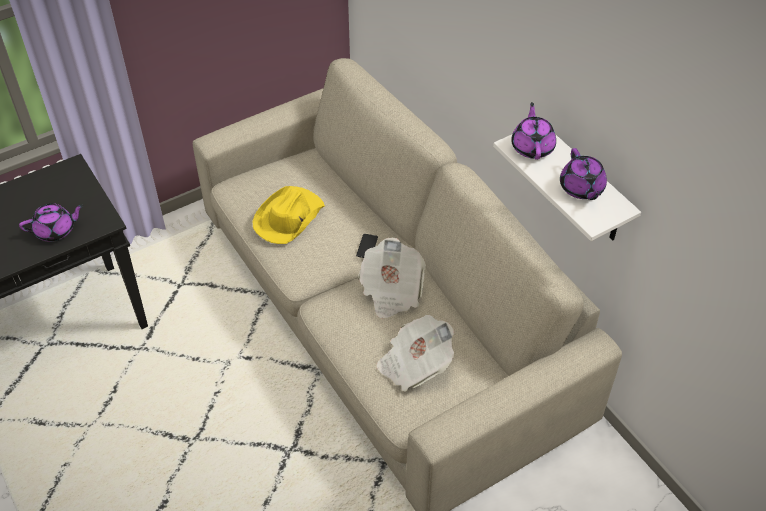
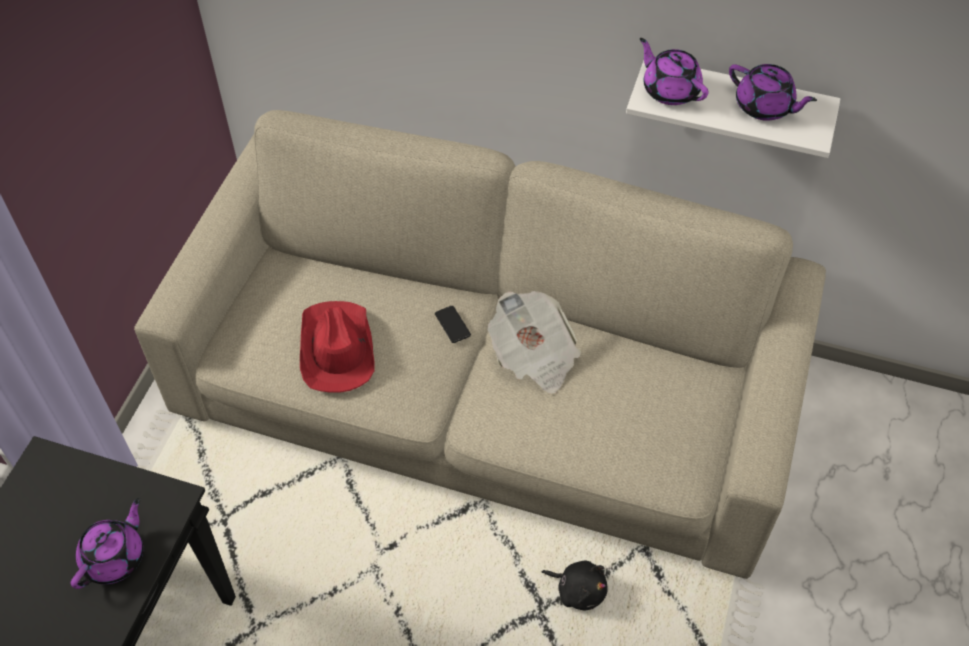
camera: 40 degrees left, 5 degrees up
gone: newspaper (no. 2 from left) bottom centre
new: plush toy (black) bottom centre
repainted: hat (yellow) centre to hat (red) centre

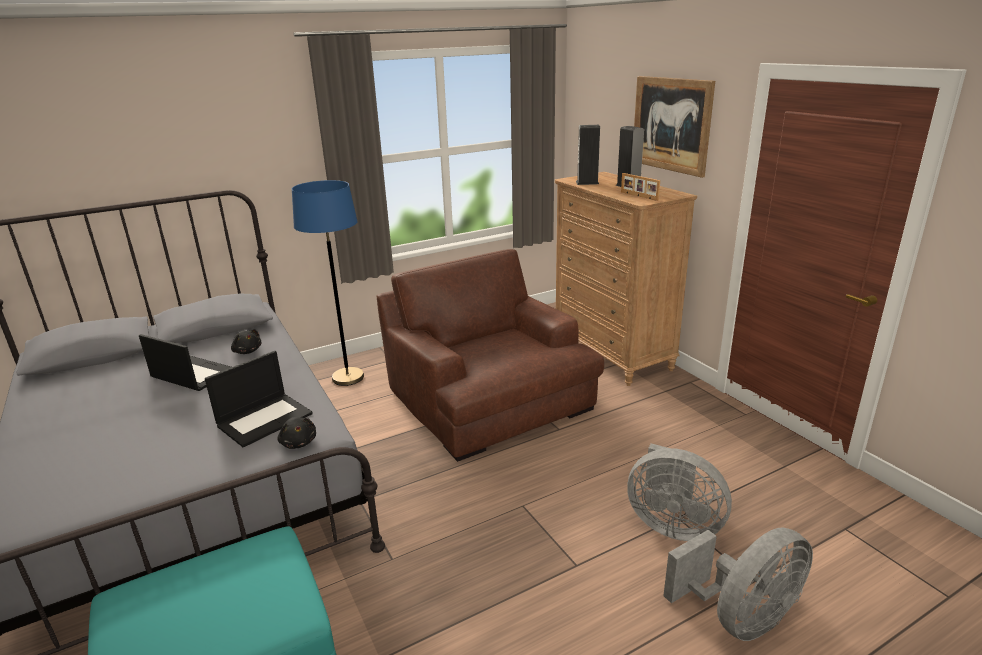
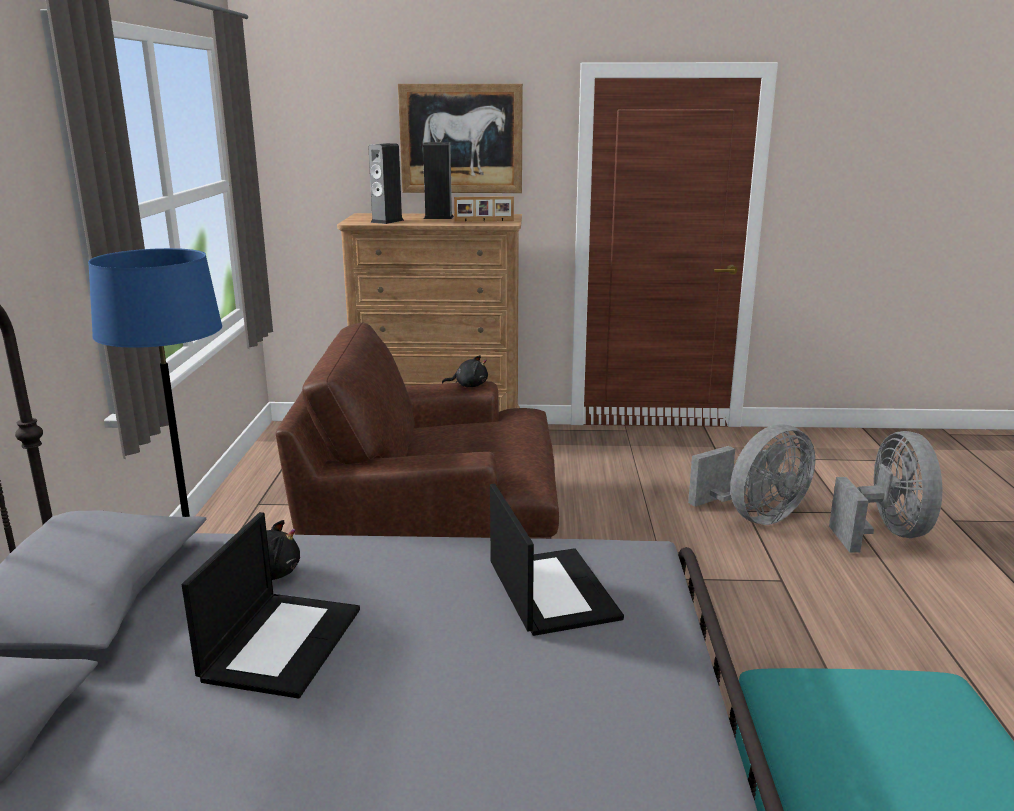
camera: 60 degrees left, 5 degrees down
shifted: plush toy (black) (no. 2 from left) middle left to centre
rotated: laptop (no. 1 from left) middle left = bottom left 135 degrees clockwise

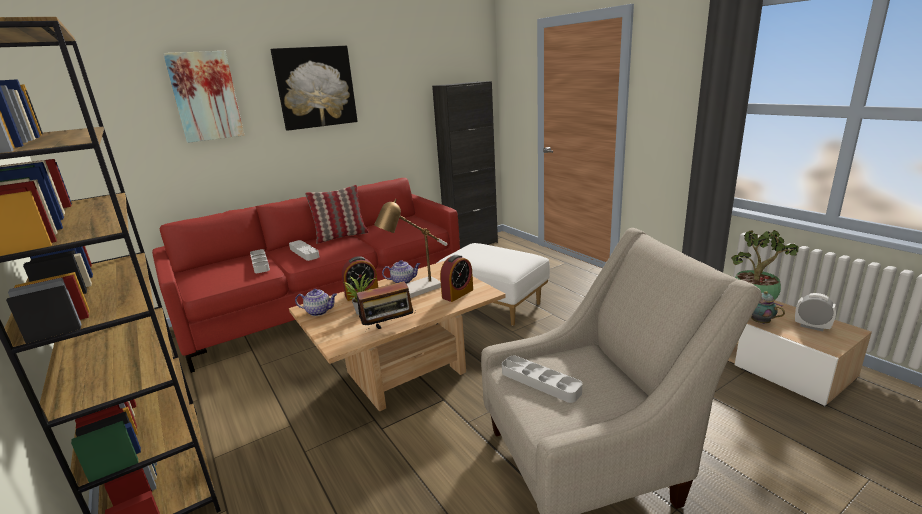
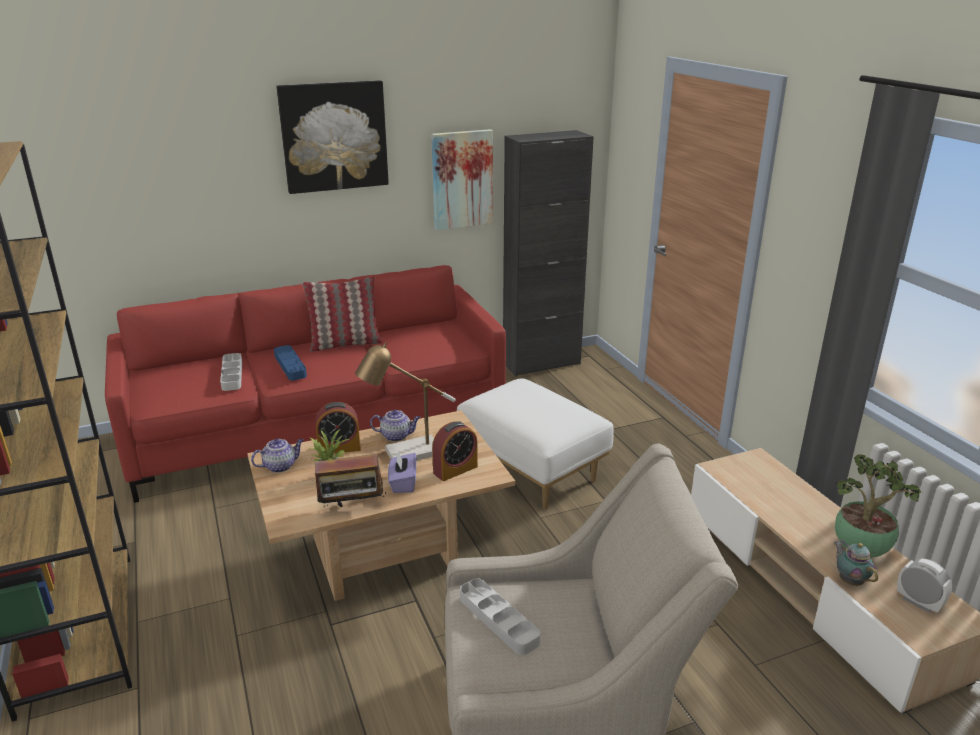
camera: 10 degrees right, 5 degrees up
new: tissue box (purple) centre
shifted: picture (no. 1 from left in the first image) top left to picture (no. 2 from left) top centre
repainted: tray (grey) (no. 2 from left) middle left to tray (blue) middle left
rotated: teapot (no. 1 from left) centre = middle left 45 degrees counterclockwise

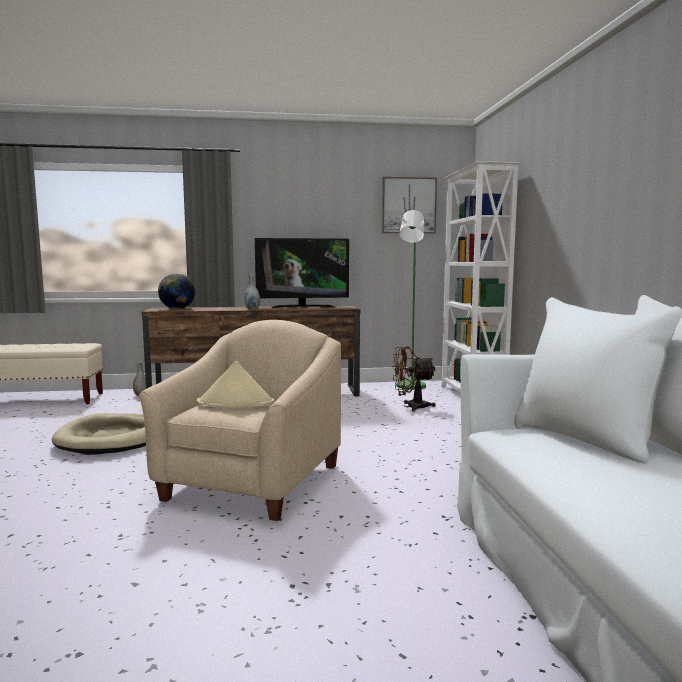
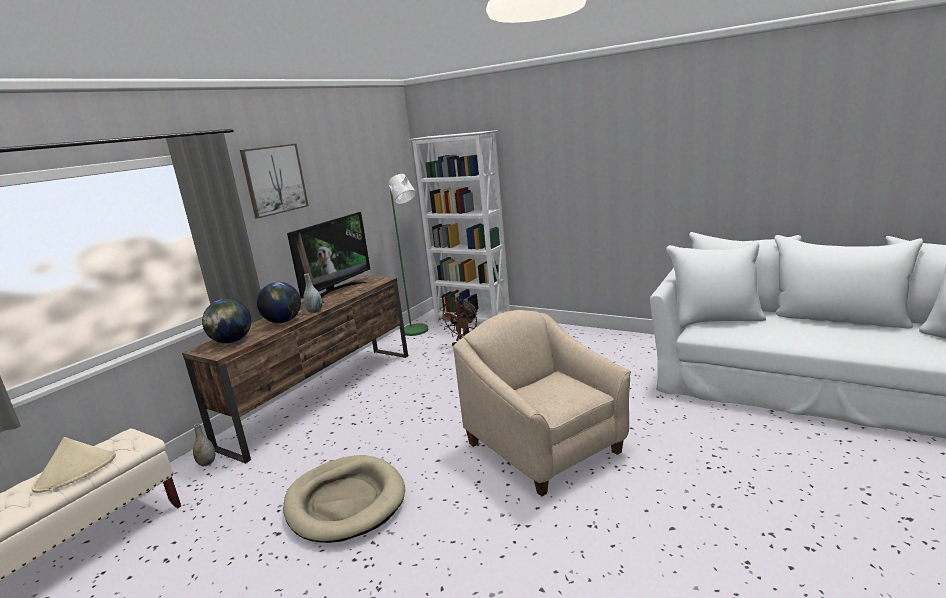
camera: 50 degrees left, 10 degrees up
new: globe (no. 2 from left) middle left
shifted: picture top centre to top left; hat (beige) centre to bottom left

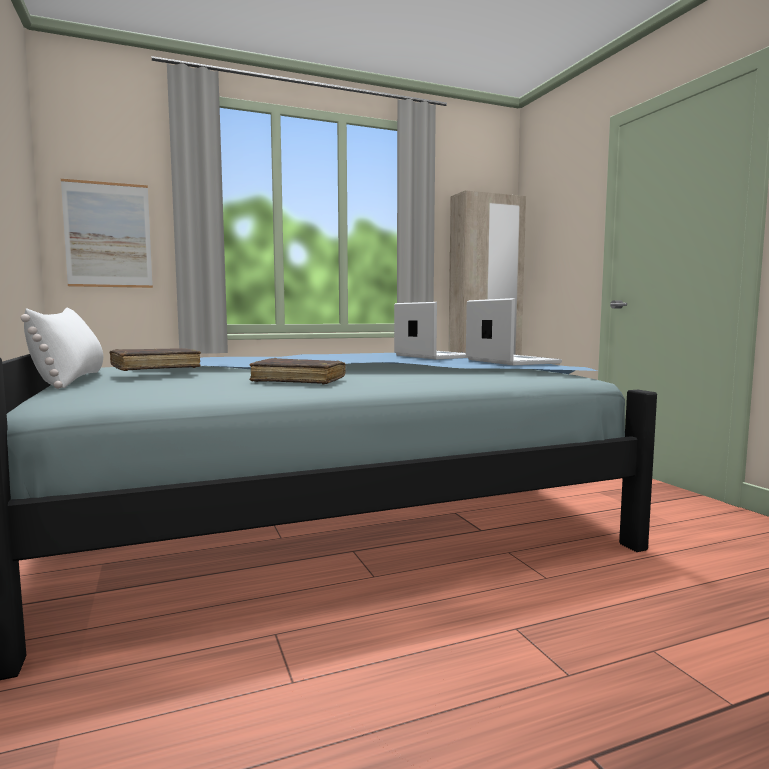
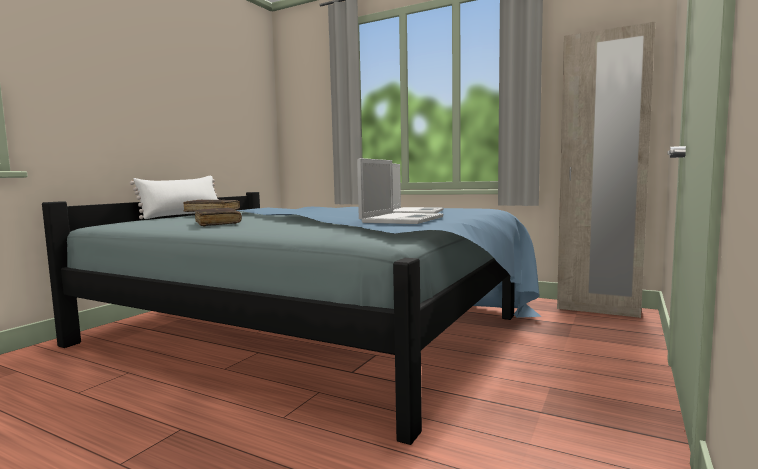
camera: 50 degrees right, 0 degrees up
gone: picture top left

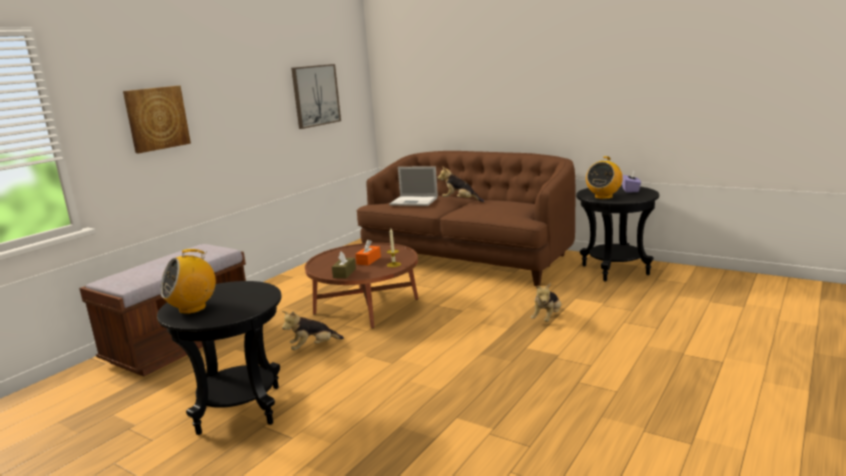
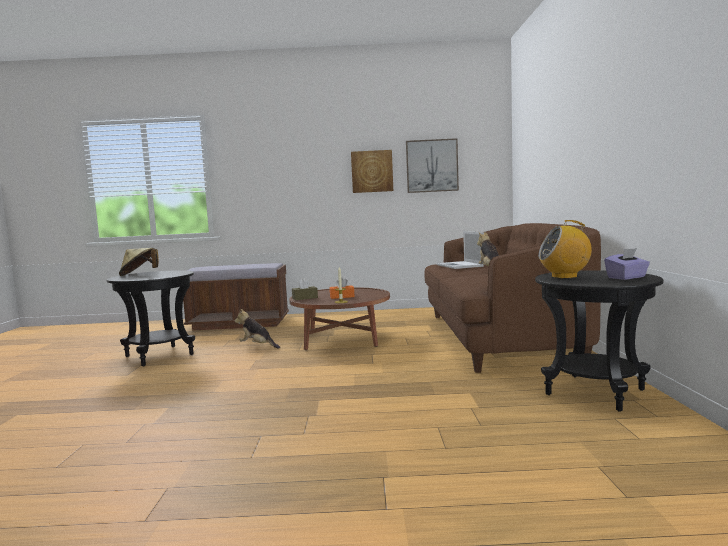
camera: 55 degrees right, 10 degrees down
gone: plush toy (no. 3 from left) centre
shifted: picture (no. 1 from left) top left to top centre
swapped: radio (no. 1 from left) middle left to hat (beige) middle left

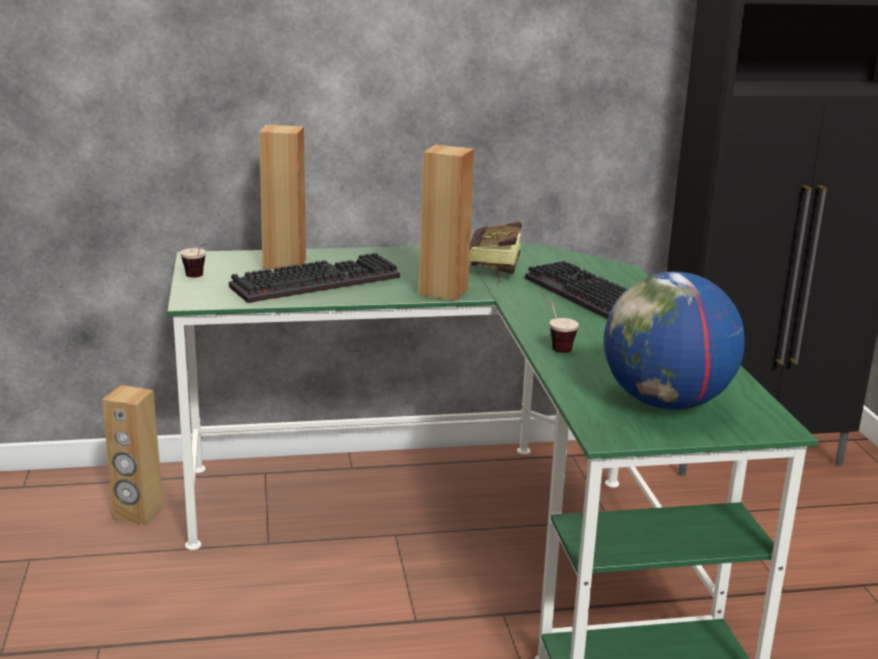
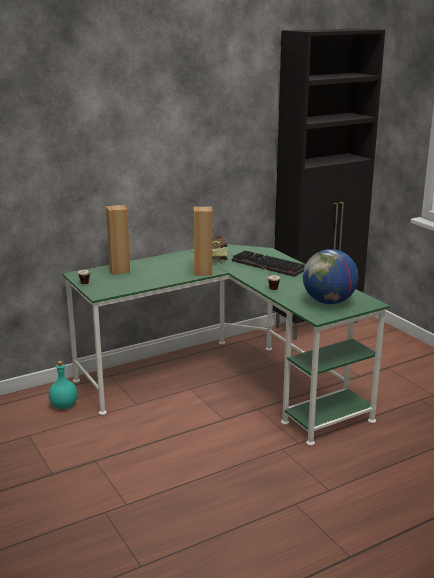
camera: 20 degrees left, 0 degrees up
gone: keyboard (no. 1 from left) centre
swapped: speaker (brown) (no. 1 from left) bottom left to bottle (turquoise) middle left

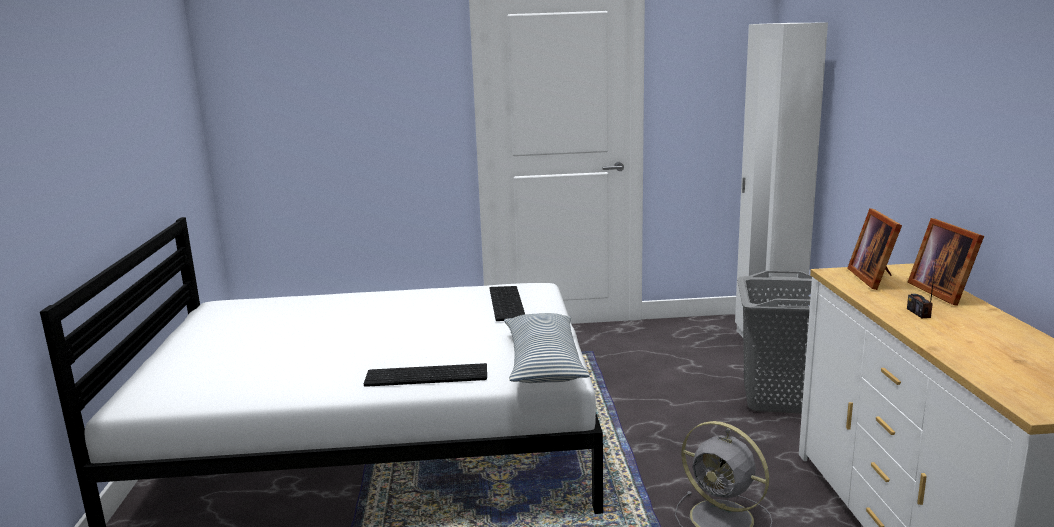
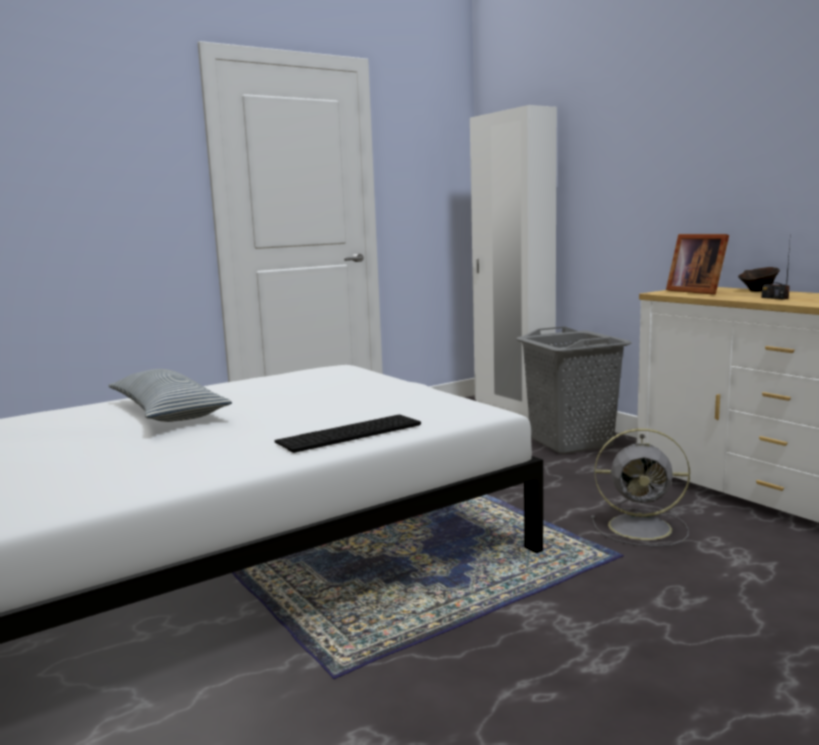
camera: 30 degrees left, 5 degrees down
gone: keyboard (no. 2 from left) centre
shifted: pillow centre to middle left
swapped: picture frame (no. 2 from left) middle right to bowl (brown) middle right

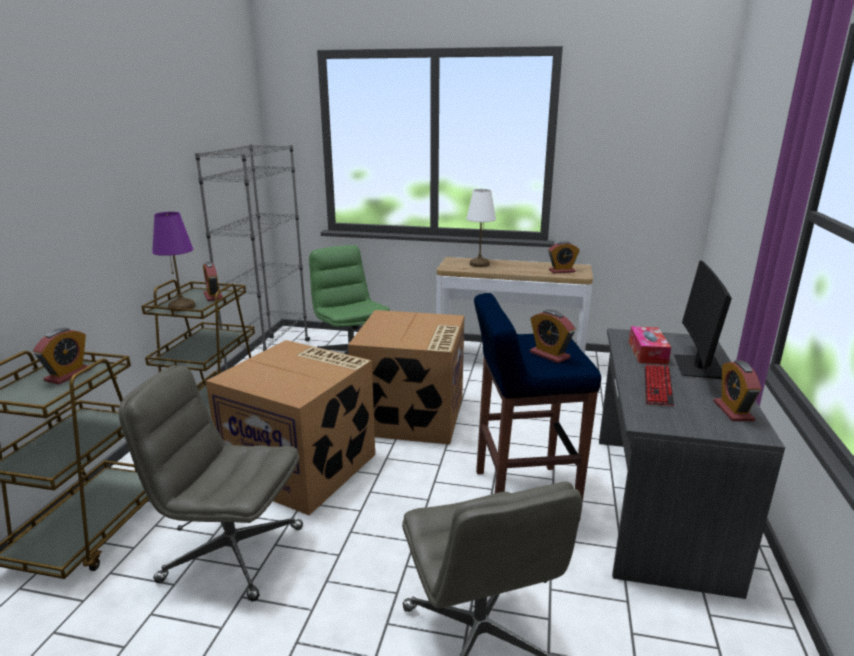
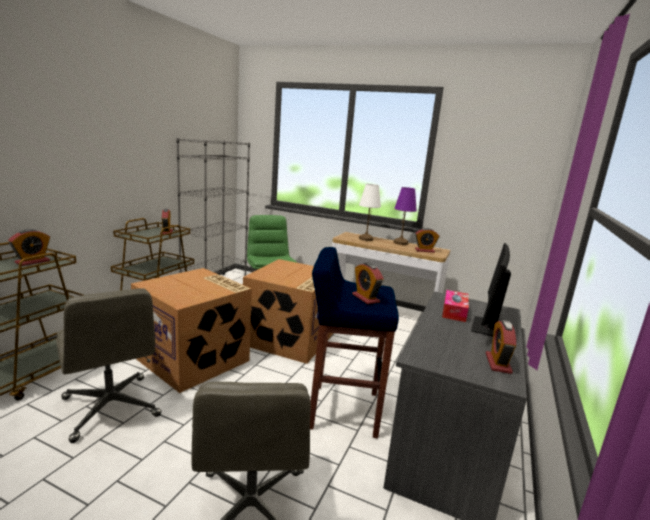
camera: 10 degrees right, 5 degrees down
gone: keyboard middle right
shifted: table lamp (purple) middle left to centre
rotated: office chair (grey) (no. 1 from left) bottom left = bottom left 150 degrees counterclockwise

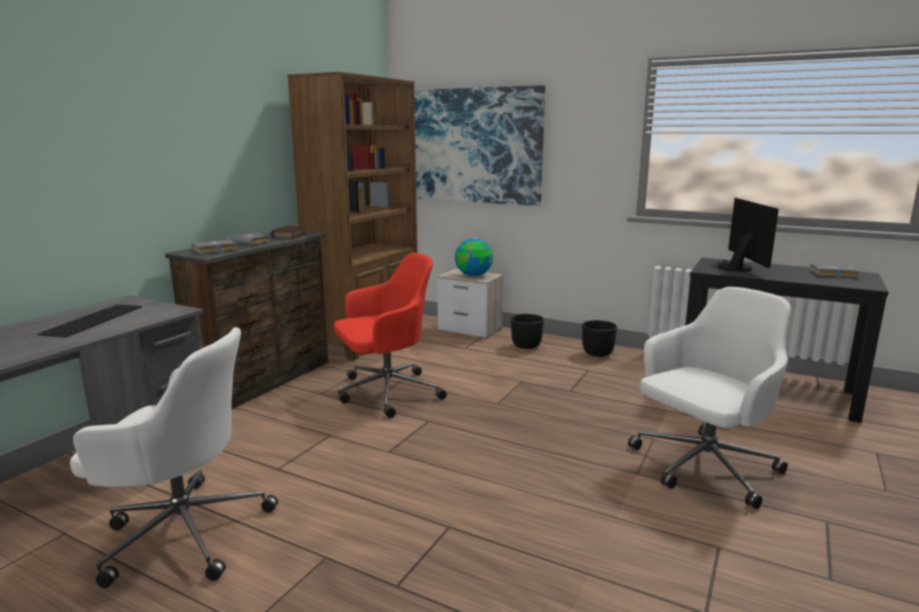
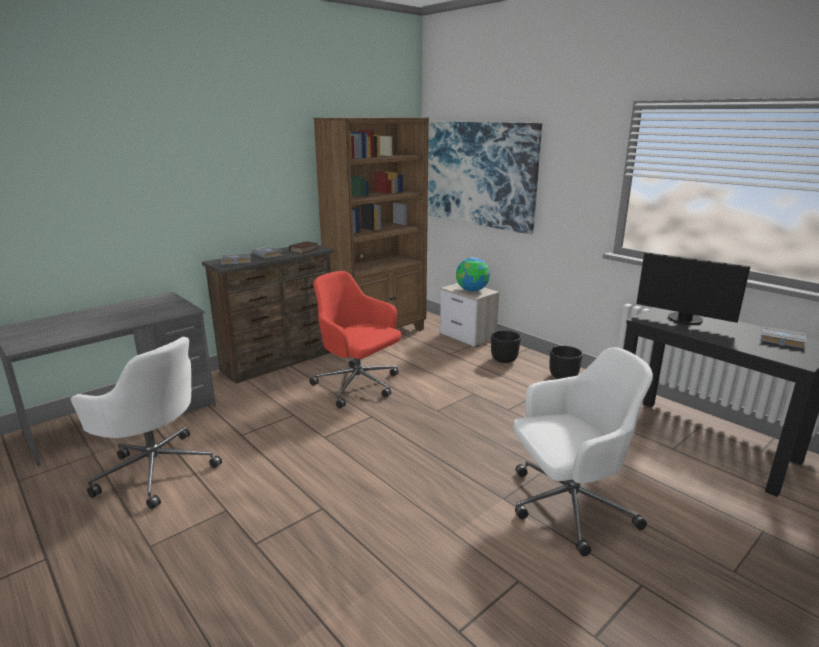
camera: 20 degrees right, 5 degrees up
gone: keyboard middle left
rotated: monitor middle right = middle right 105 degrees clockwise; office chair (red) centre = centre 135 degrees counterclockwise

